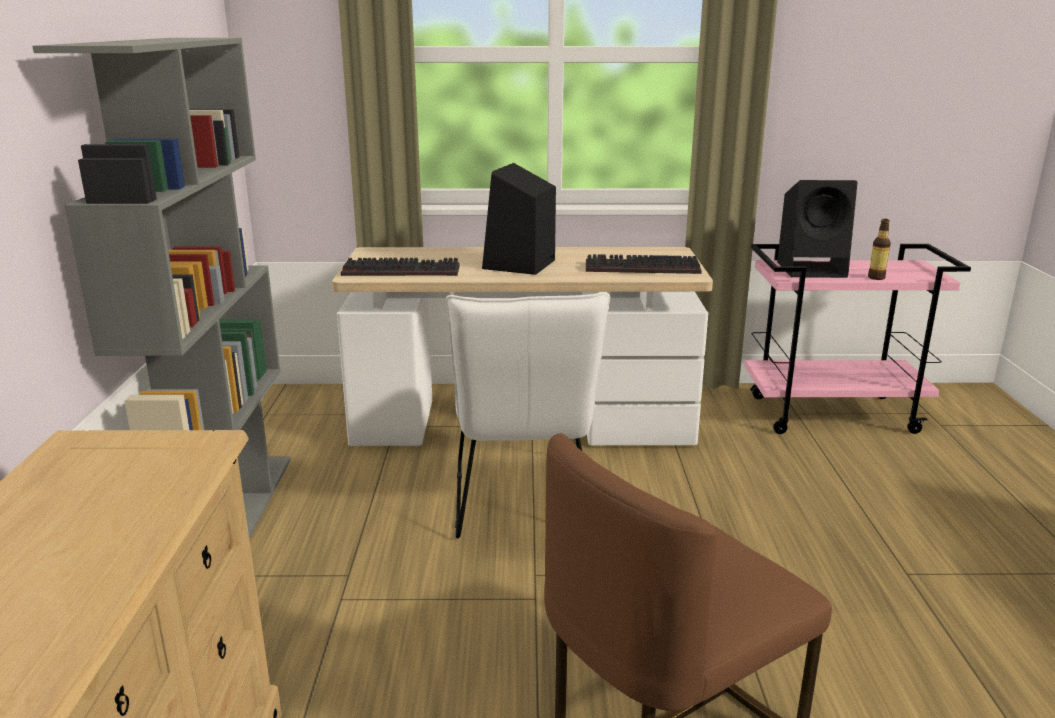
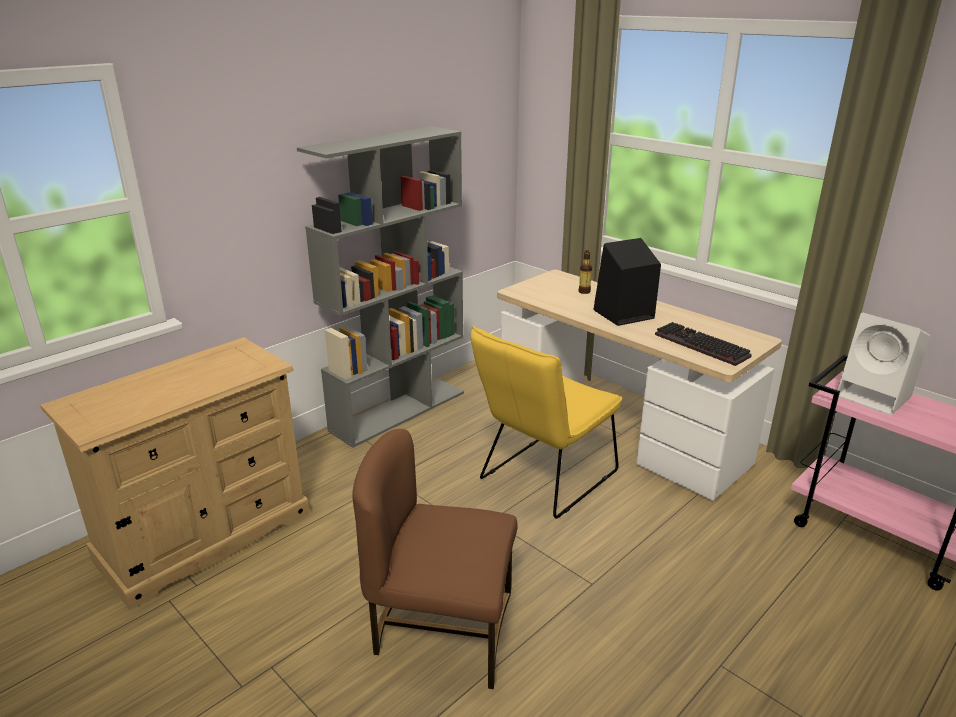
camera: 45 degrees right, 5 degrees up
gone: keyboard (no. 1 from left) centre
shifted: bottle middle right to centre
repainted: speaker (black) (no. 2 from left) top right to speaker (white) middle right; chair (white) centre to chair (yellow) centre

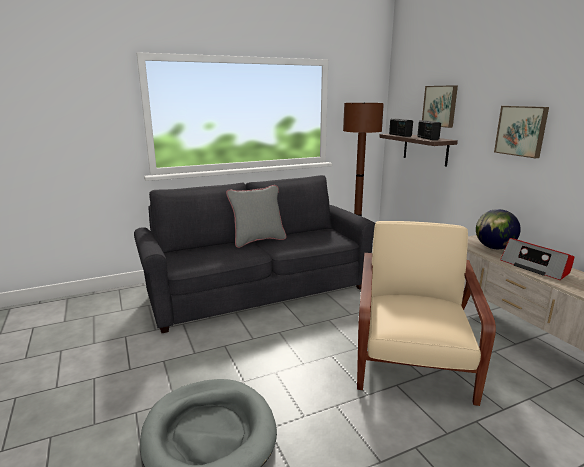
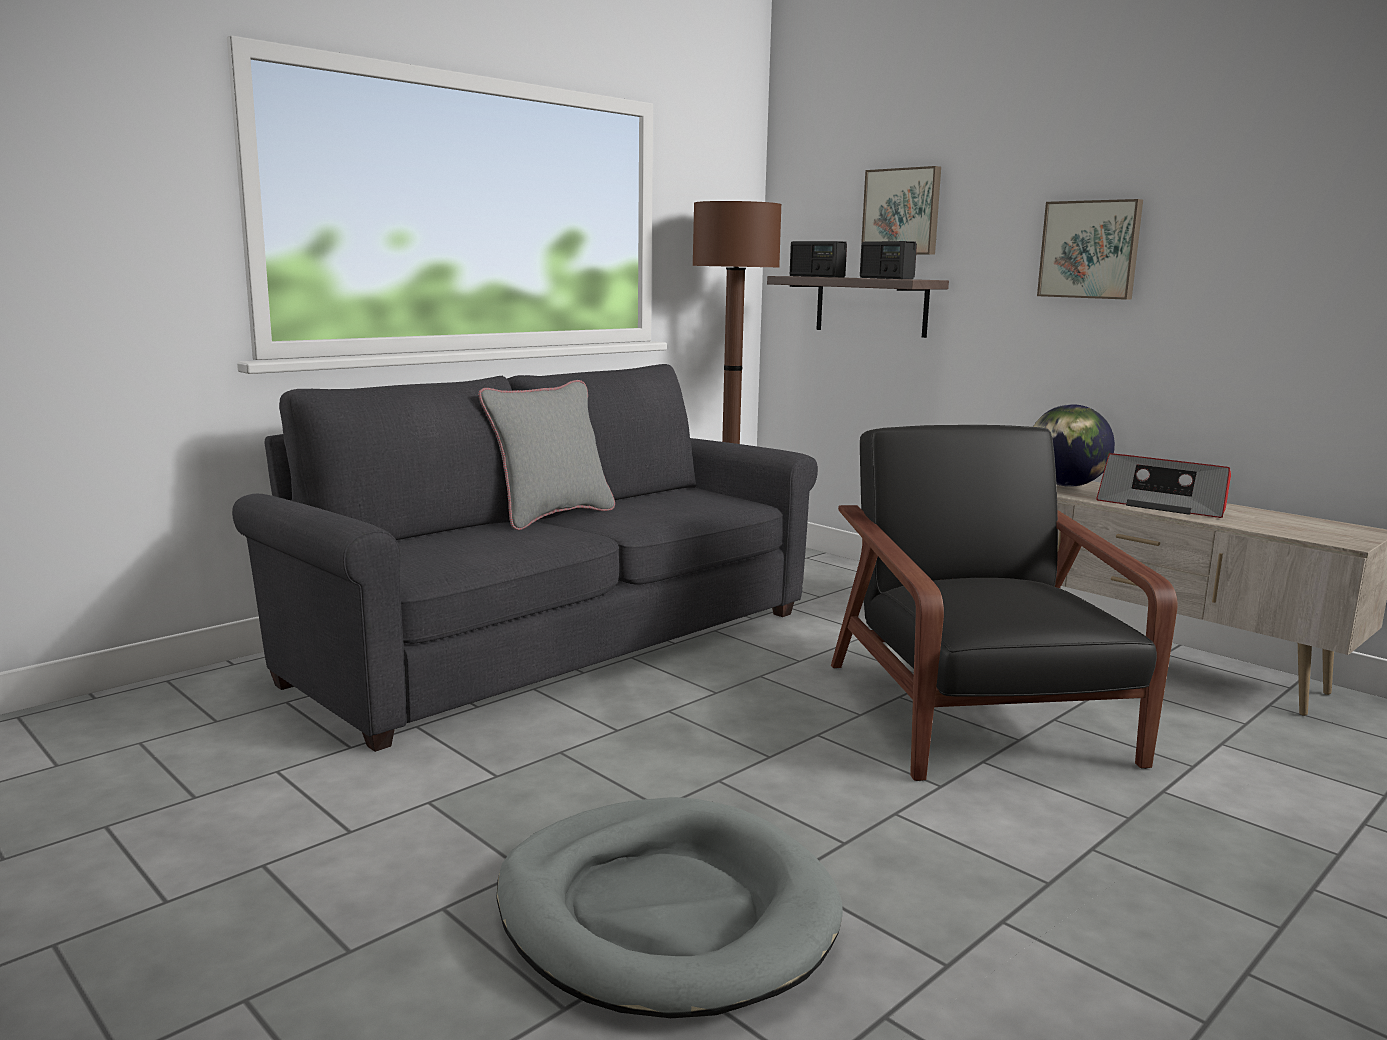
camera: 20 degrees left, 5 degrees down
repainted: armchair (beige) bottom right to armchair (black) middle right

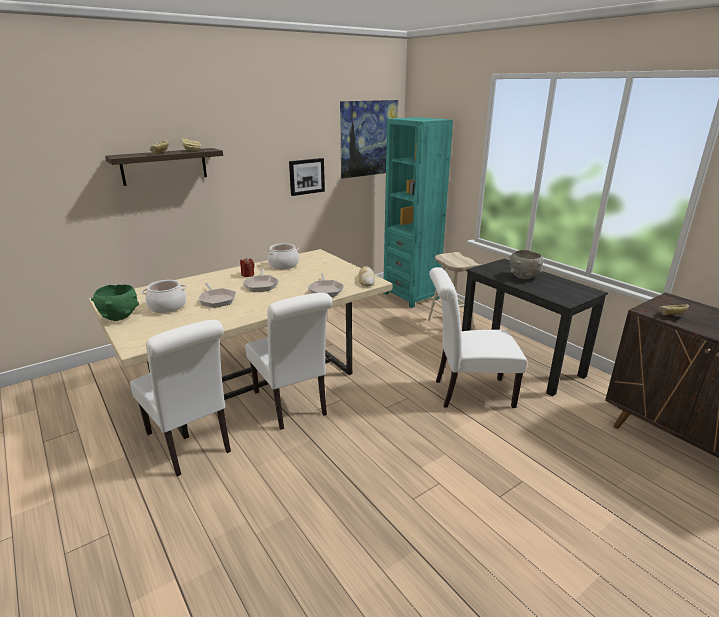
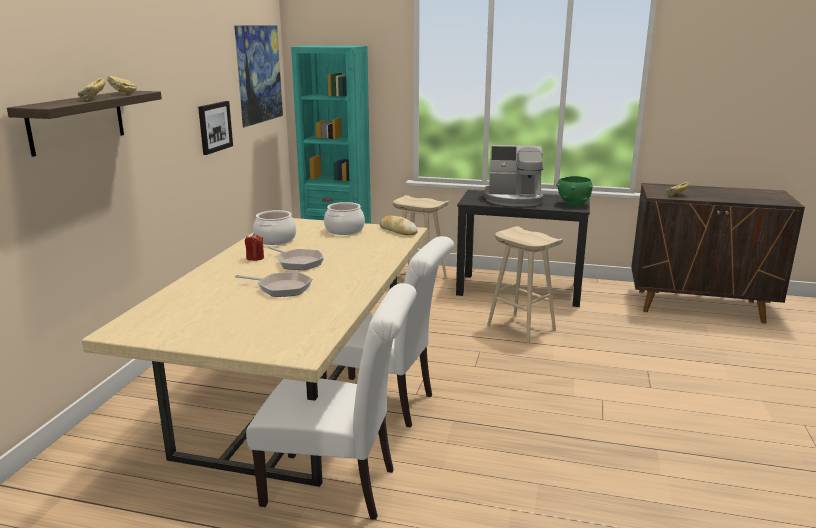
camera: 40 degrees left, 5 degrees down
gone: frying pan (no. 3 from left) centre
shifted: cooking pot (no. 1 from left in the first image) middle left to cooking pot (no. 2 from left) centre; bowl (green) middle left to middle right
swapped: bowl (grey) middle right to coffee machine centre; chair (white) (no. 3 from left) centre to stool (beige) (no. 2 from left) centre

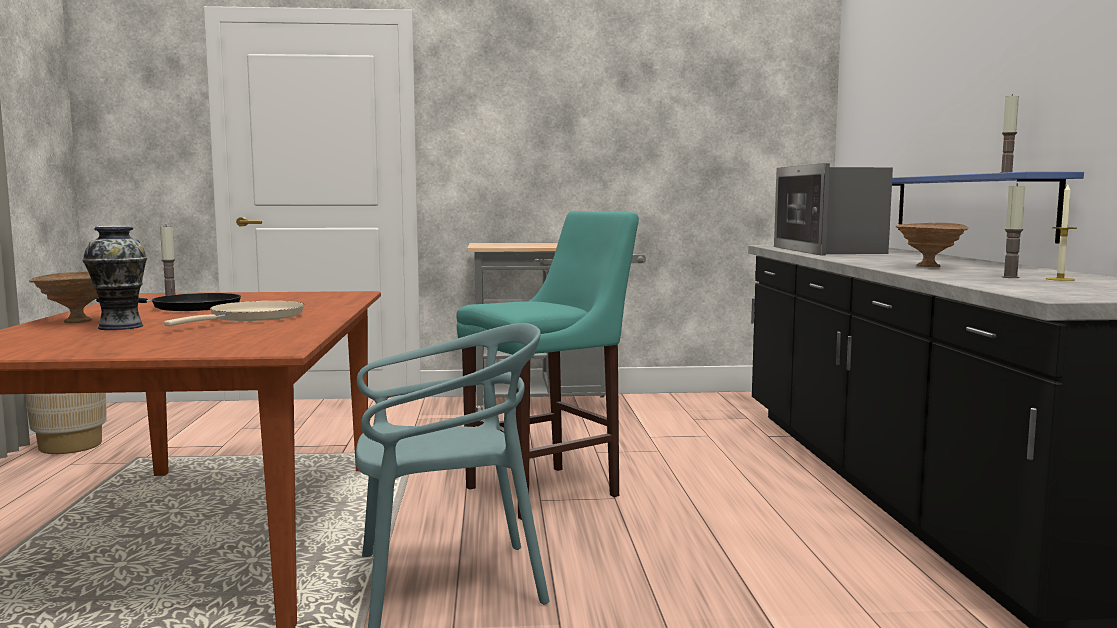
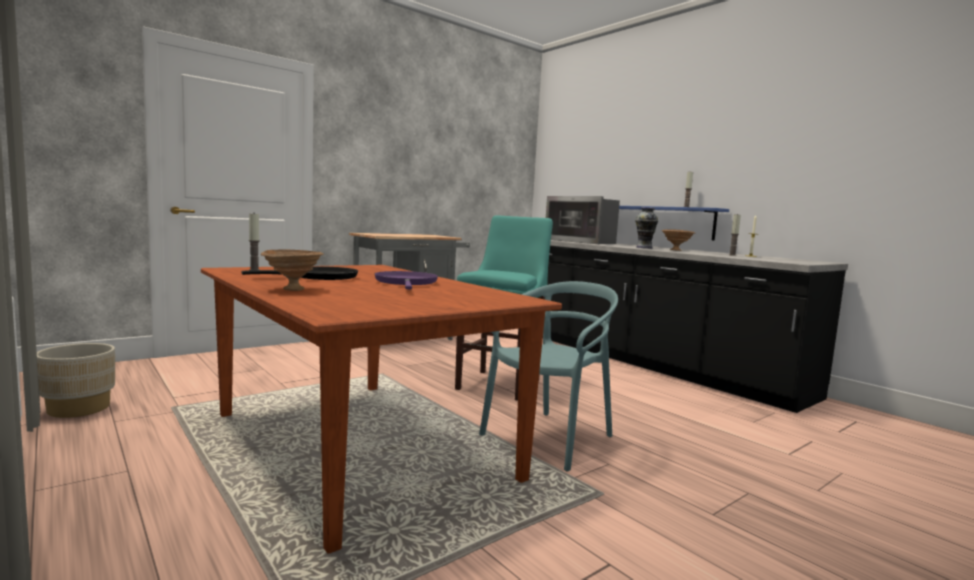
camera: 35 degrees left, 0 degrees up
shifted: vase middle left to centre
repainted: frying pan (beige) middle left to frying pan (purple) centre

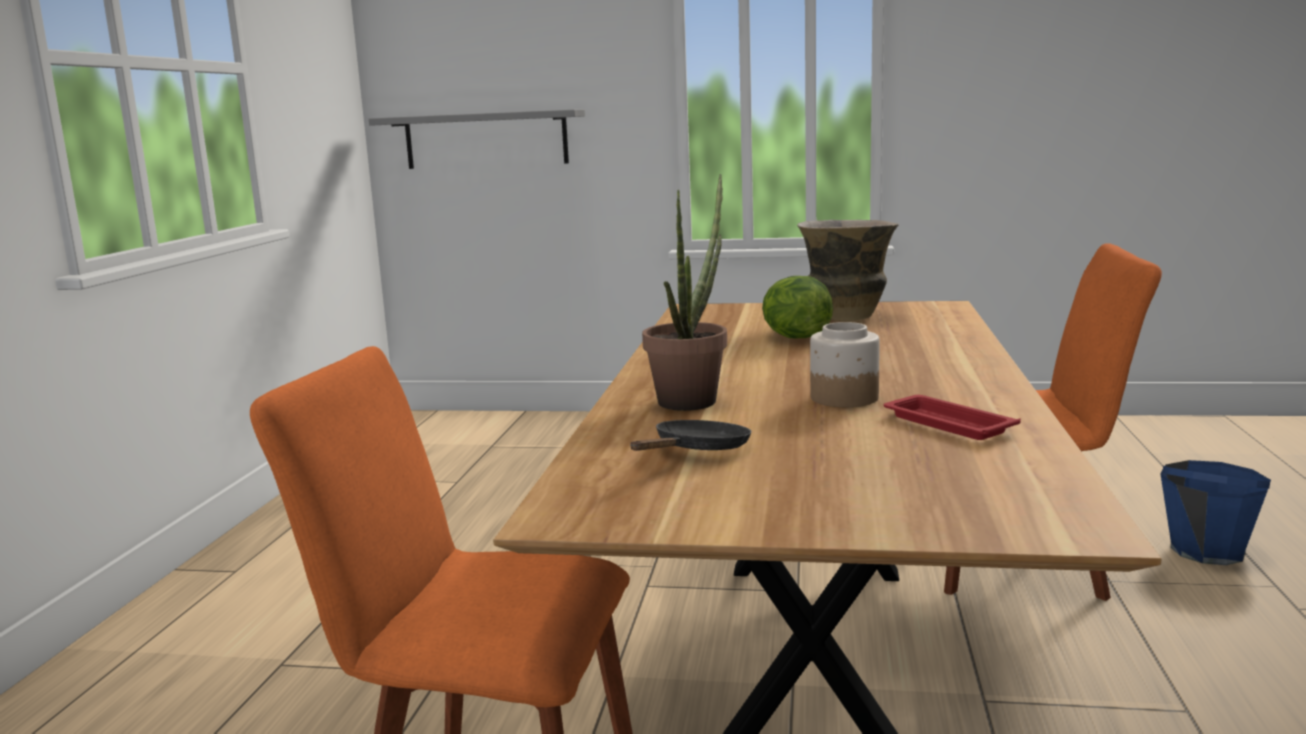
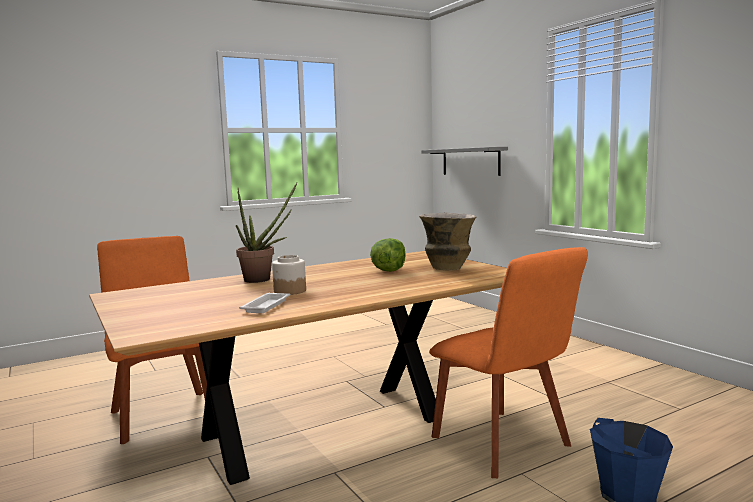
camera: 50 degrees right, 5 degrees down
gone: frying pan (black) centre
repainted: tray (red) middle right to tray (white) centre

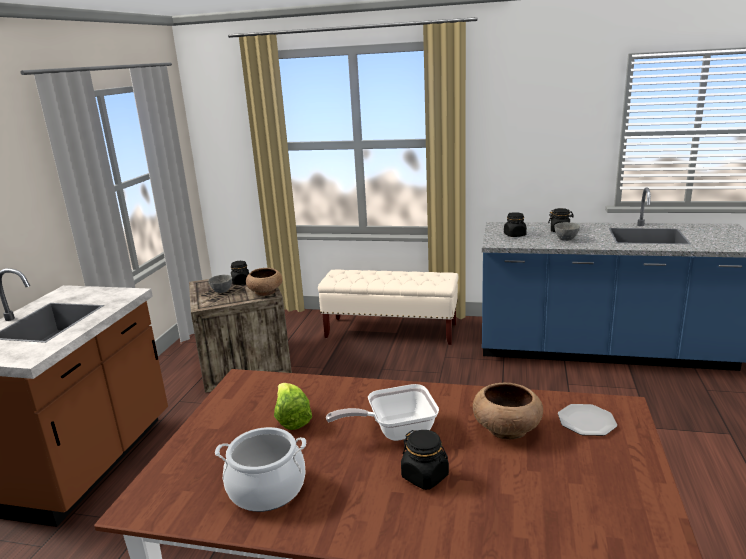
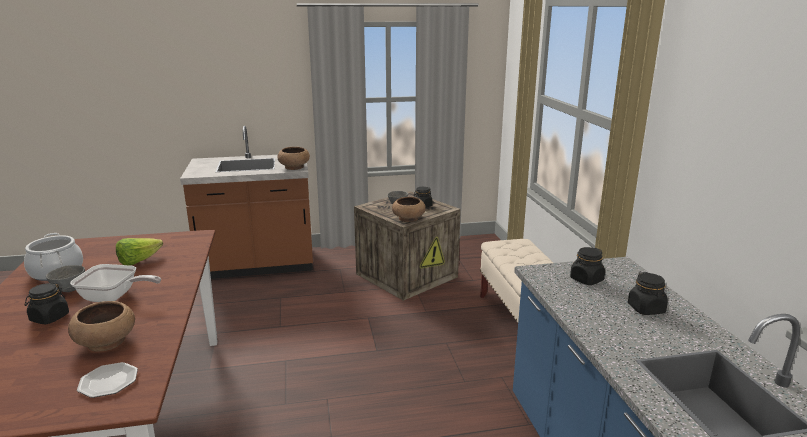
camera: 65 degrees right, 0 degrees up
new: bowl (brown) (no. 2 from left) centre
shifted: bowl (grey) (no. 2 from left in the first image) middle right to bowl (grey) (no. 1 from left) middle left
rotated: frying pan bottom centre = middle left 135 degrees clockwise

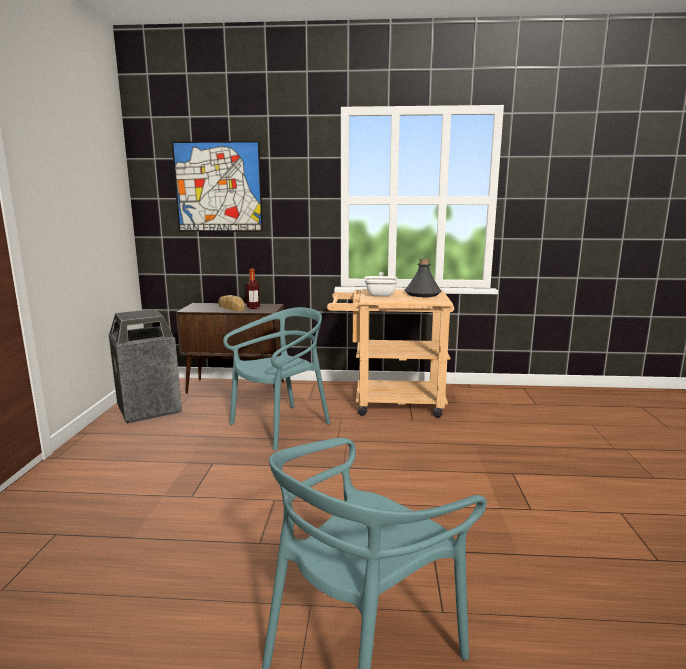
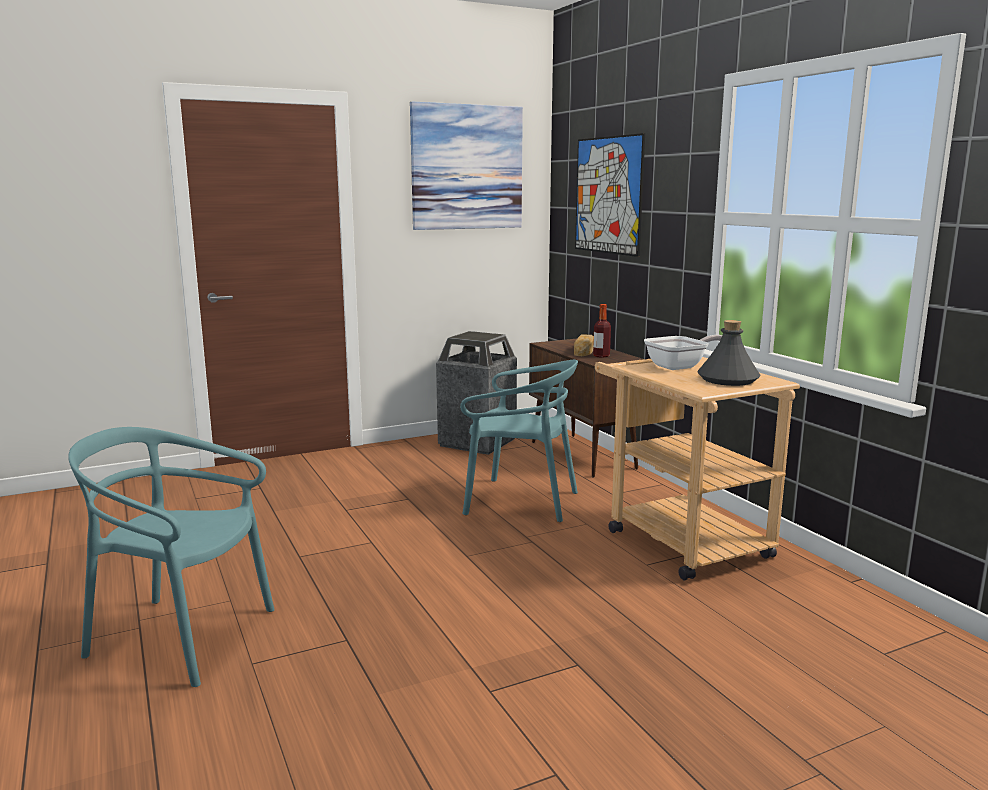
camera: 60 degrees right, 0 degrees up
new: picture (no. 1 from left) top centre

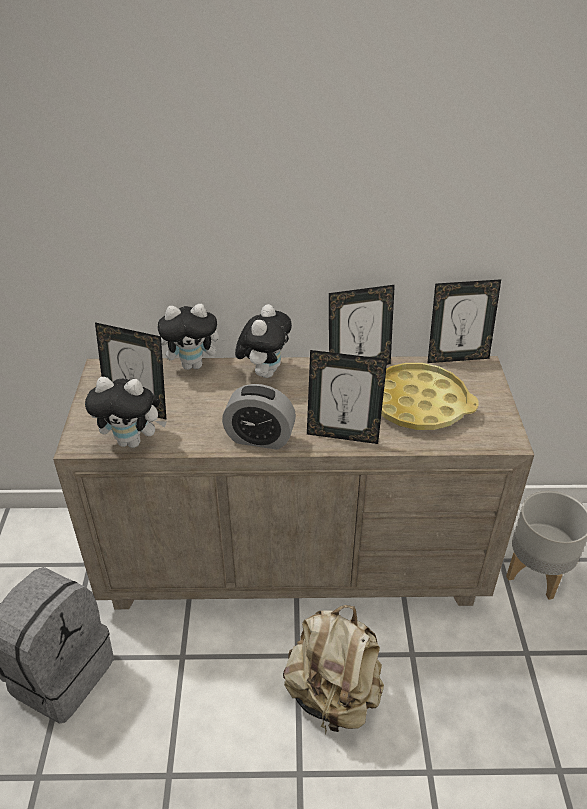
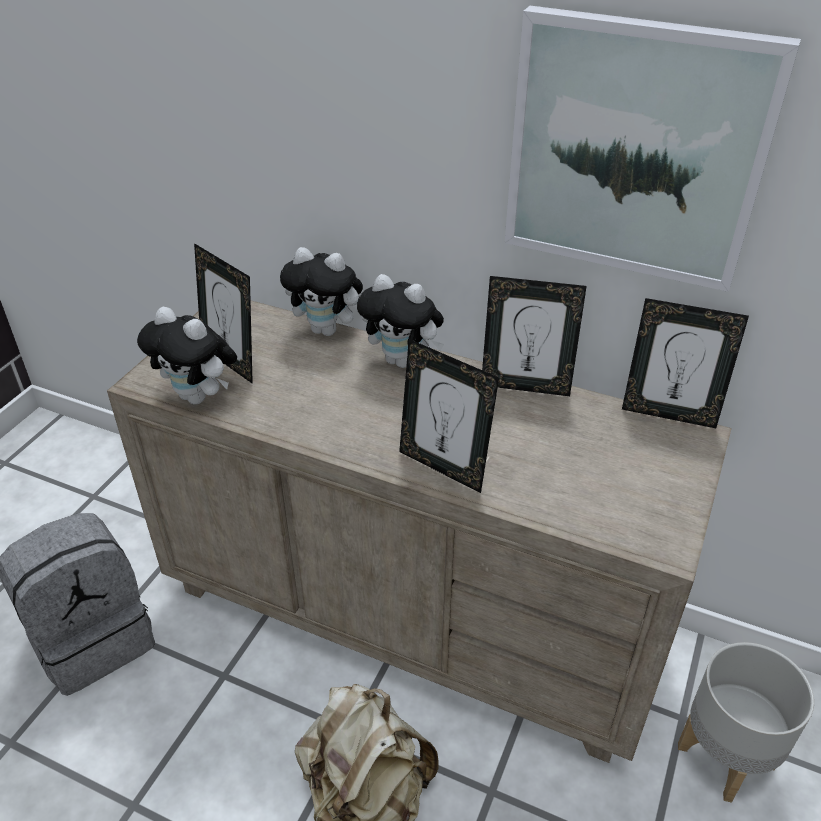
camera: 25 degrees right, 0 degrees up
gone: tray (yellow) middle right; alarm clock centre
new: picture top right
rotated: plush toy (no. 3 from left) centre = centre 75 degrees clockwise

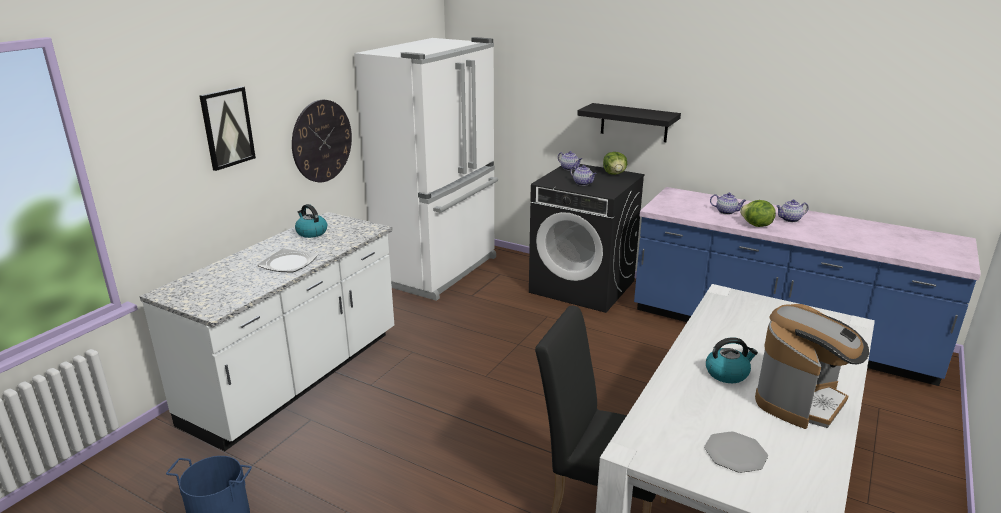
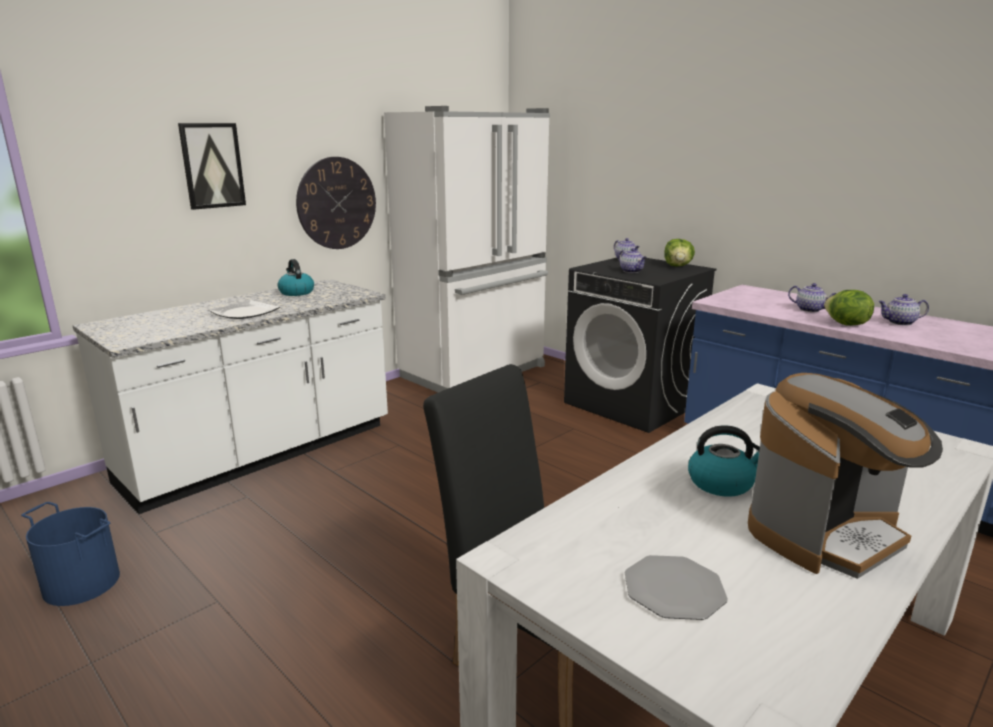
camera: 15 degrees right, 5 degrees down
gone: shelf (black) top centre

